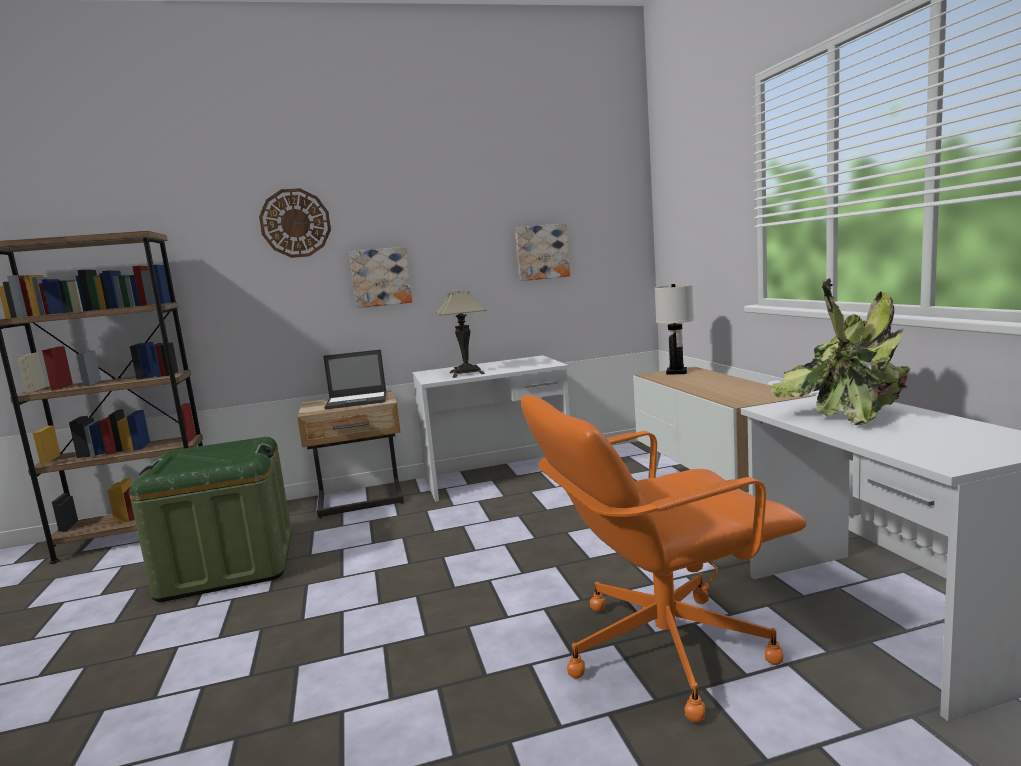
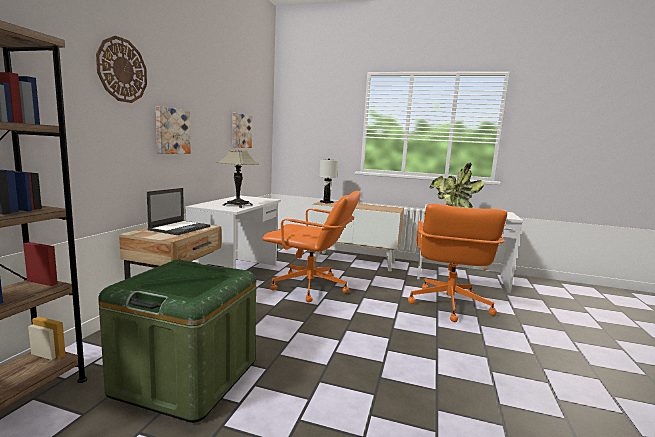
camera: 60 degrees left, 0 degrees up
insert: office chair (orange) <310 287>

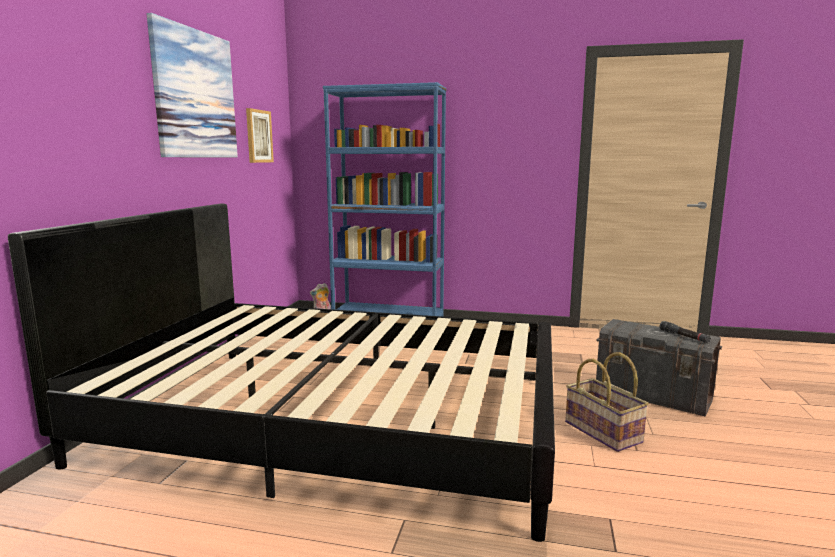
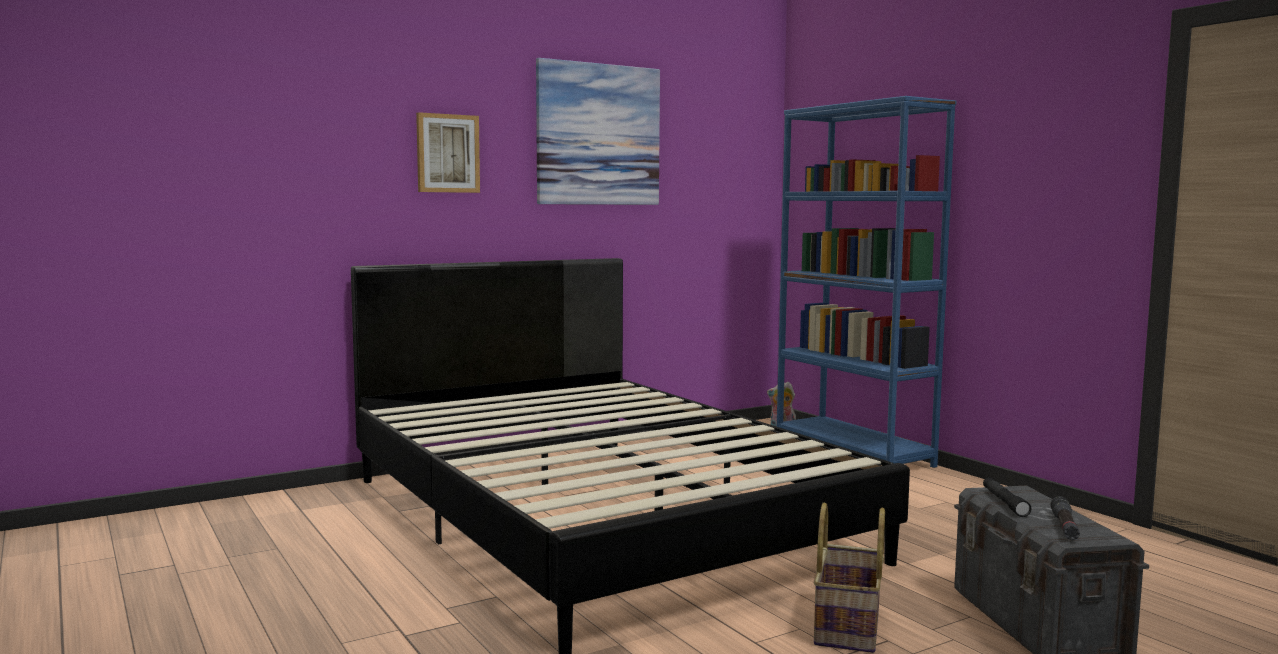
camera: 45 degrees right, 5 degrees down
insert: flashlight (black) <1004 503>
move: picture <258 136> to <447 153>

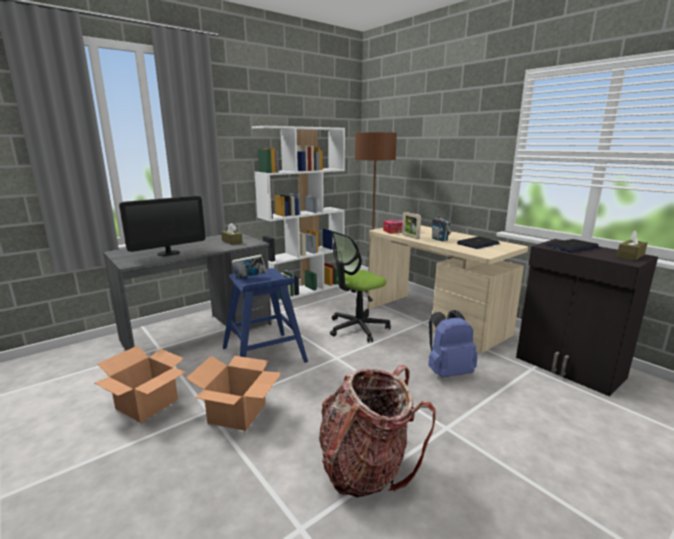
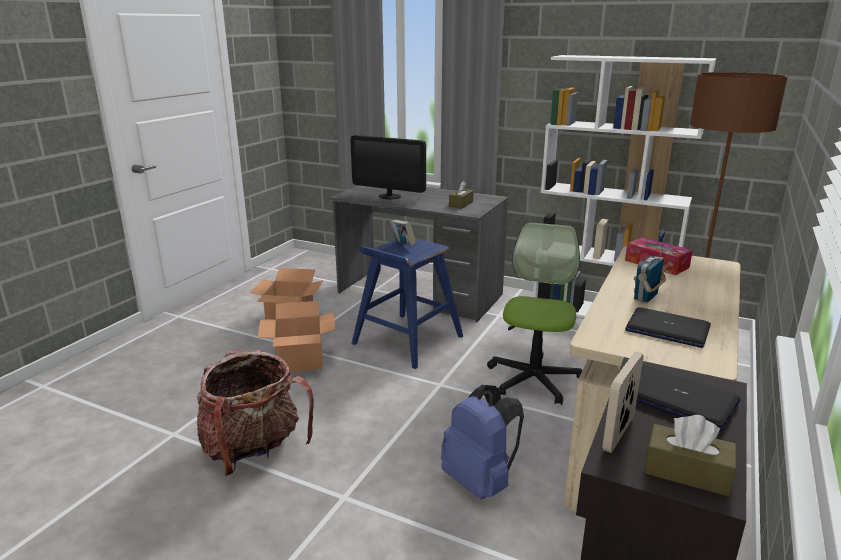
camera: 65 degrees right, 5 degrees up
move: picture frame <410 237> to <618 433>
rotate: office chair <357 328> = <534 379> 75 degrees clockwise

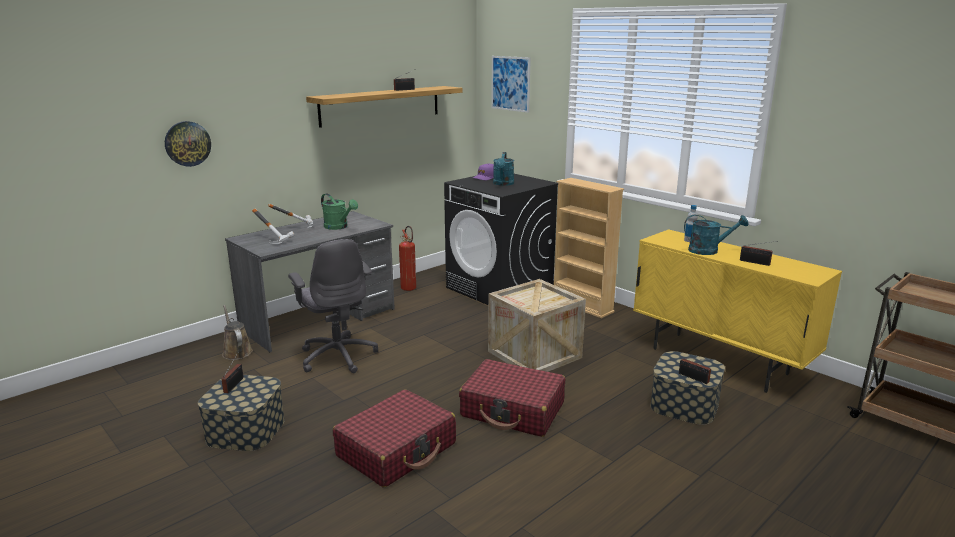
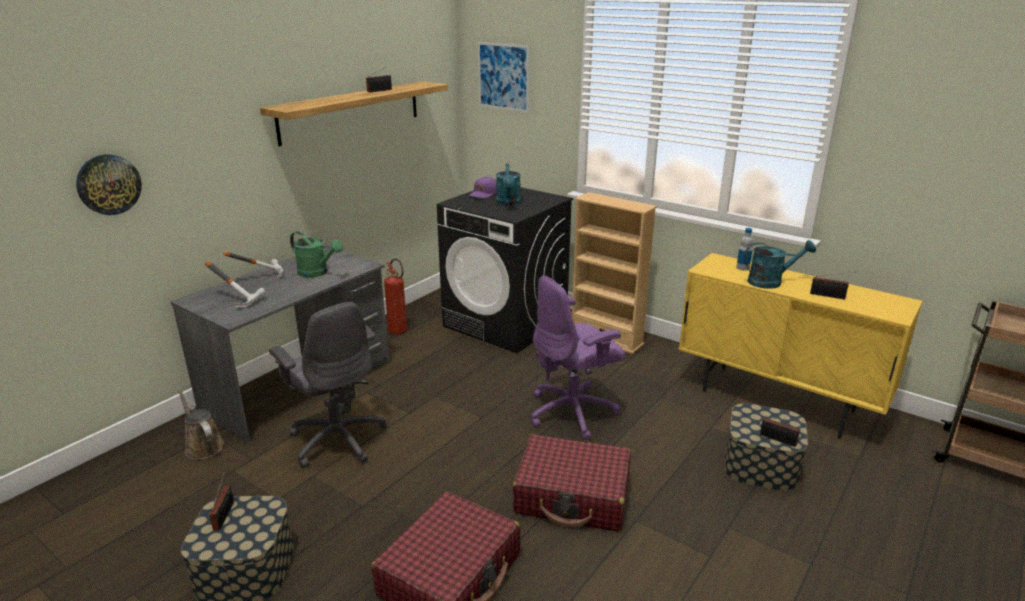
camera: 10 degrees left, 5 degrees up
replace: crate <534 354> to office chair (purple) <573 412>

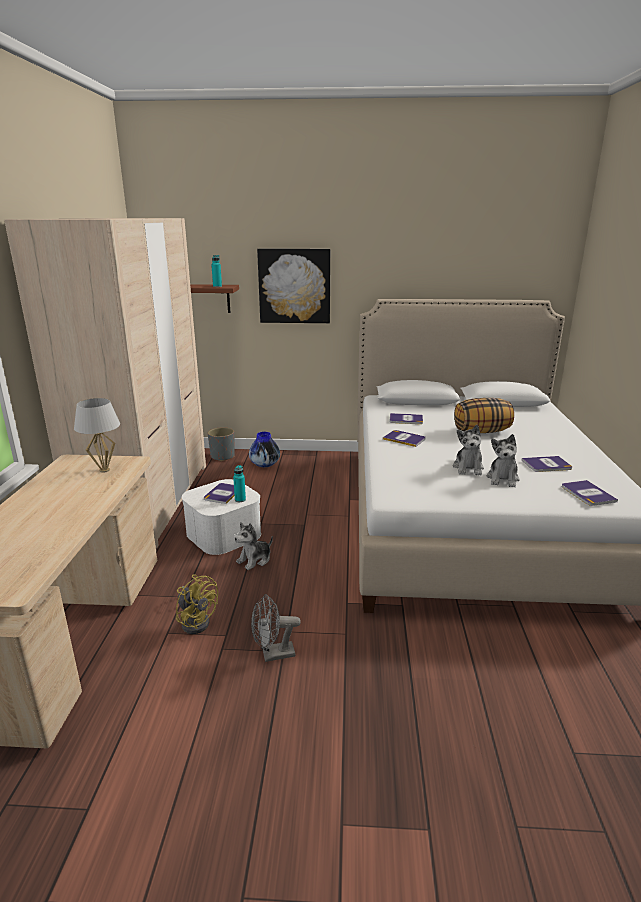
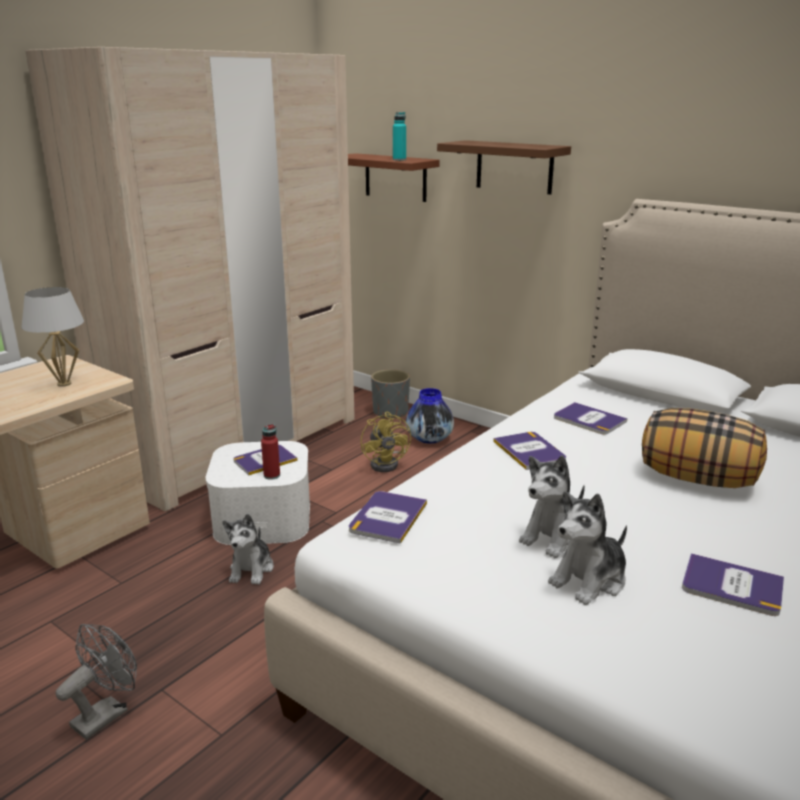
camera: 35 degrees right, 0 degrees up
move: book <587 493> to <388 517>; fan (yellow) <196 621> to <388 463>
replace: picture <294 286> to shelf (brown) <514 167>
recolor: bottle (turquoise) <240 500> to bottle (red) <272 475>
rotate: fan (grey) <273 655> = <106 713> 105 degrees clockwise; plush toy <255 560> = <251 569> 75 degrees counterclockwise

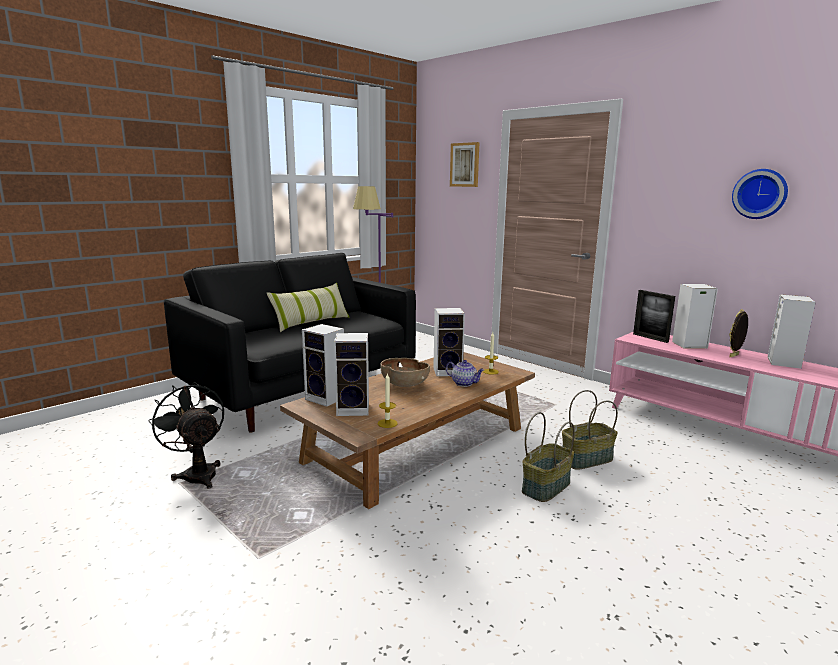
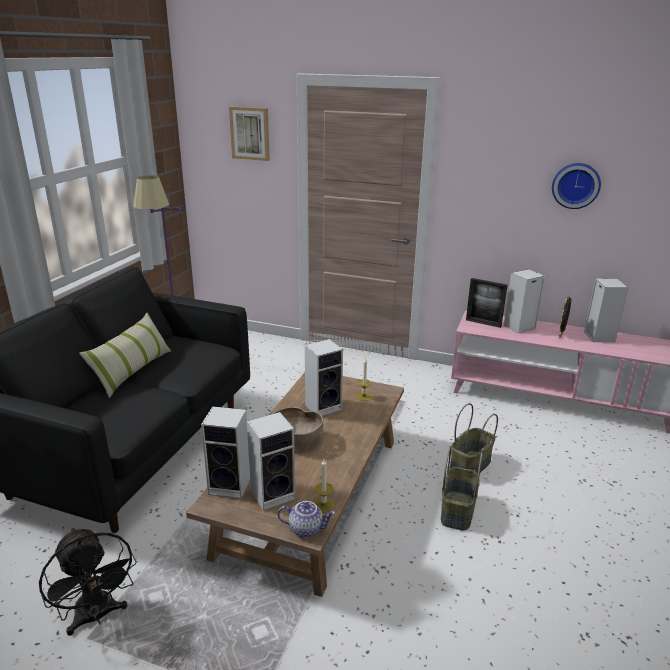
camera: 25 degrees left, 10 degrees up
move: teapot <464 383> to <306 529>
rotate: fan (black) <197 473> = <97 617> 150 degrees counterclockwise

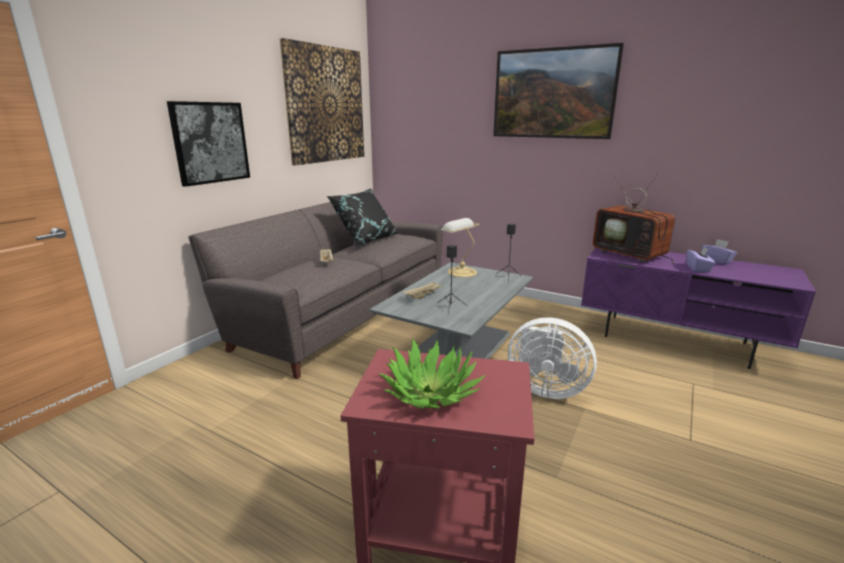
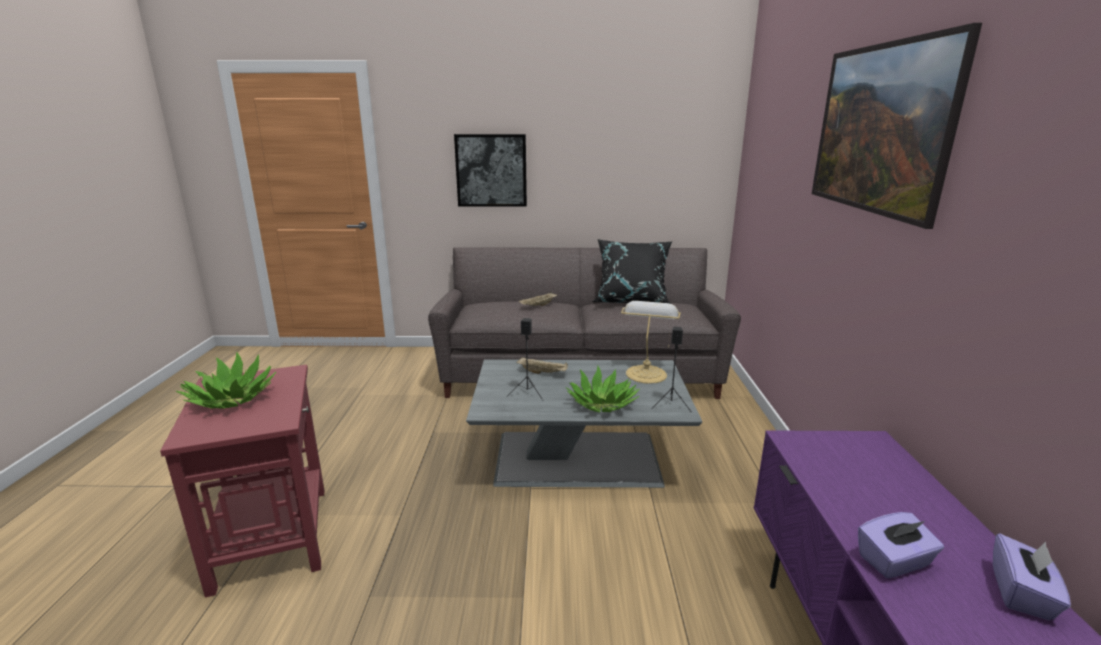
camera: 60 degrees right, 0 degrees up
delete: picture <326 105>; fan (white) <545 388>; television <631 254>
insert: potted plant <602 403>

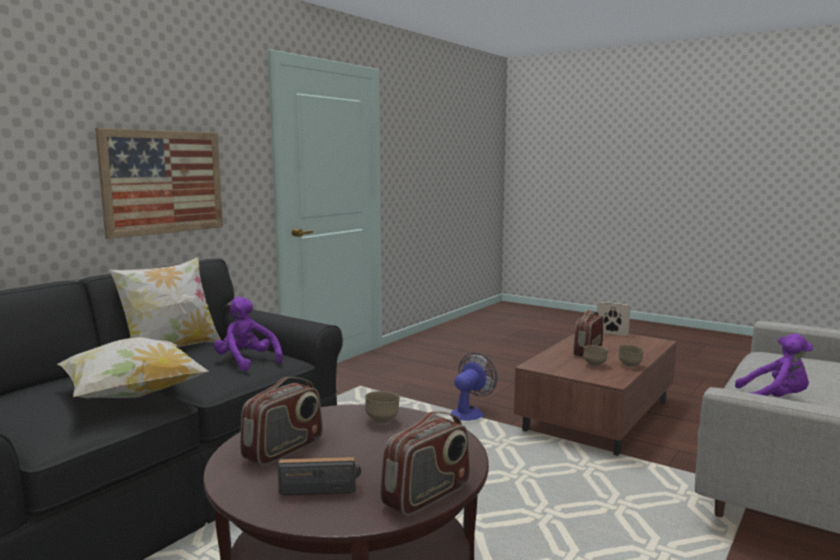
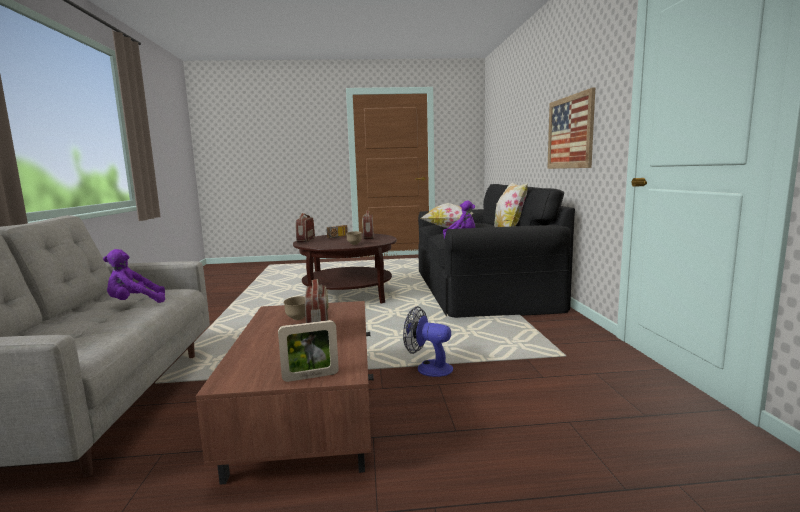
camera: 140 degrees right, 0 degrees up
delete: bowl (brown) <630 366>
rotate: fan <470 413> = <428 368> 120 degrees clockwise

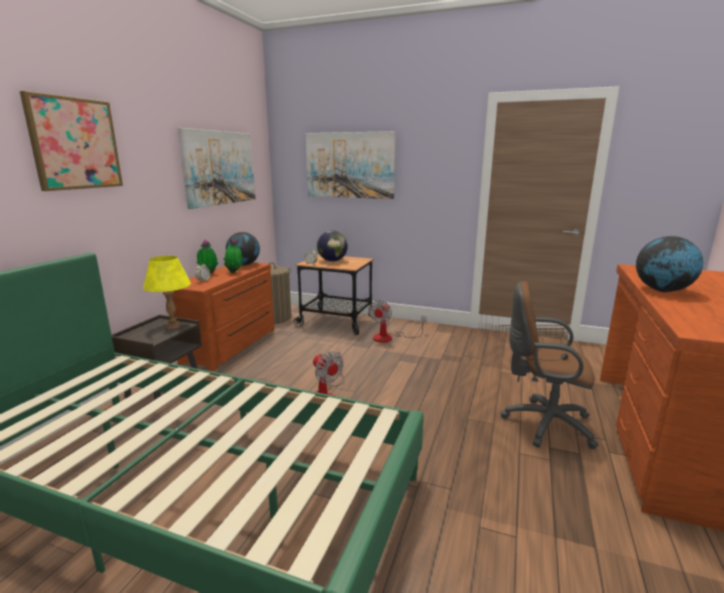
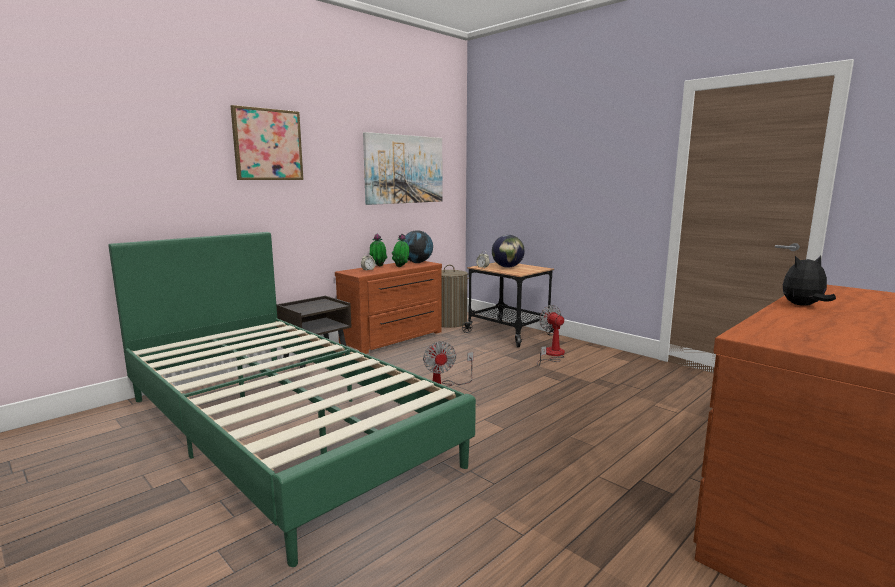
camera: 25 degrees right, 5 degrees down
delete: table lamp (yellow) <173 326>; picture <350 165>; office chair (brown) <543 423>
replace: globe <662 290> to plush toy <803 306>
rotate: fan <389 337> = <551 355> 105 degrees clockwise

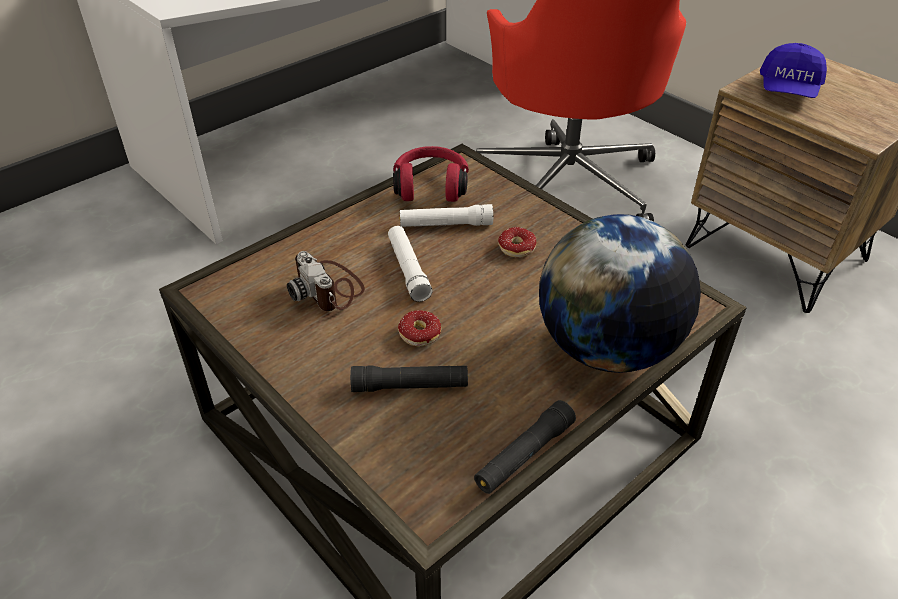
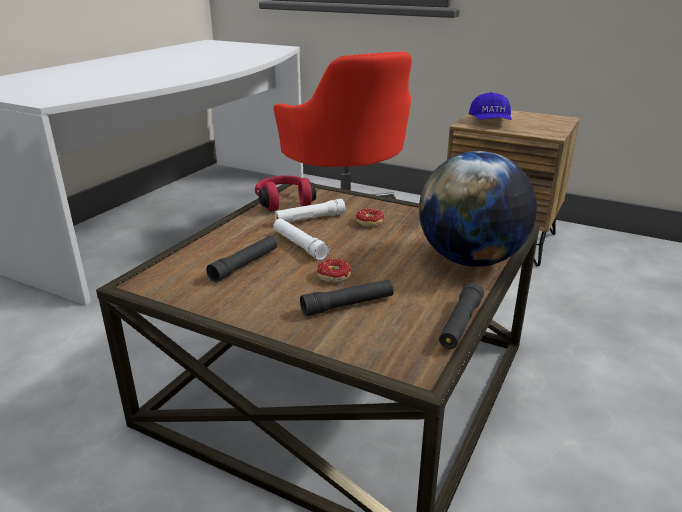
camera: 20 degrees left, 15 degrees down
replace: photo camera <329 289> to flashlight (black) <244 265>

